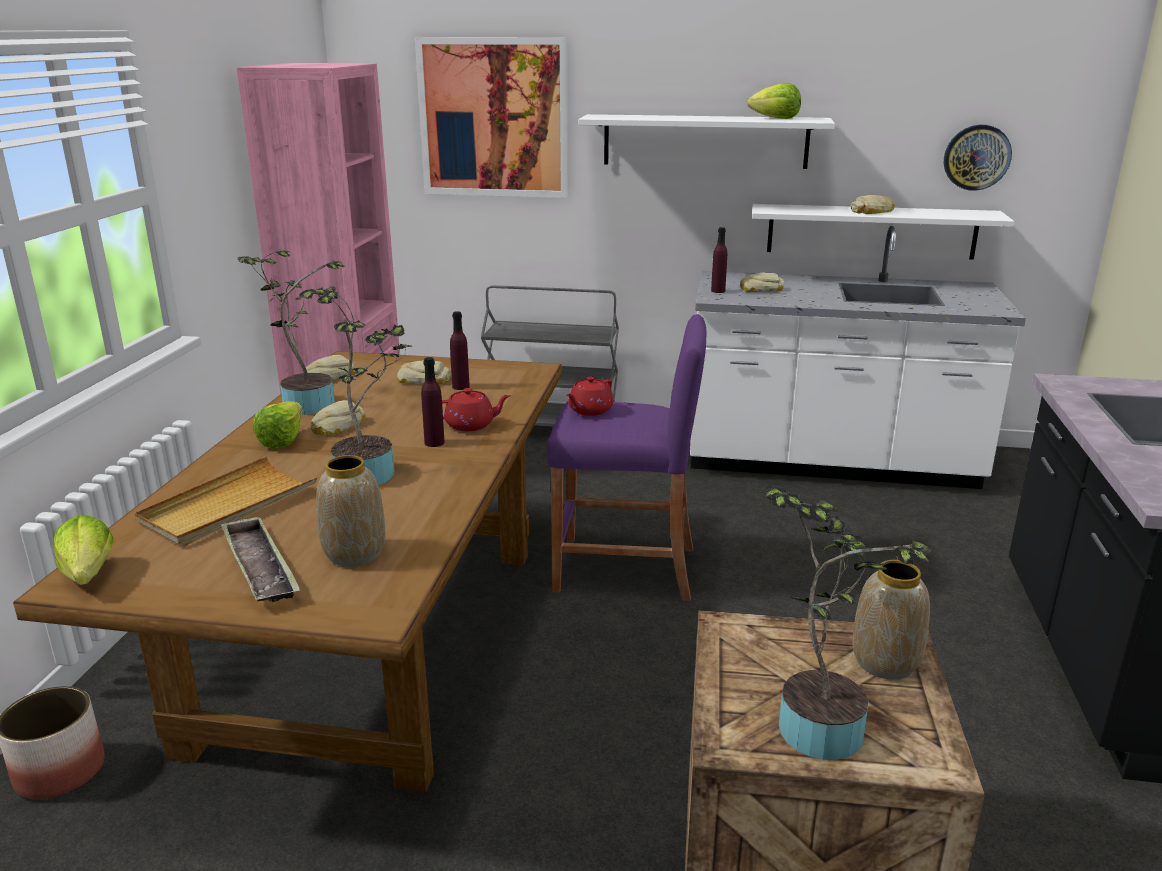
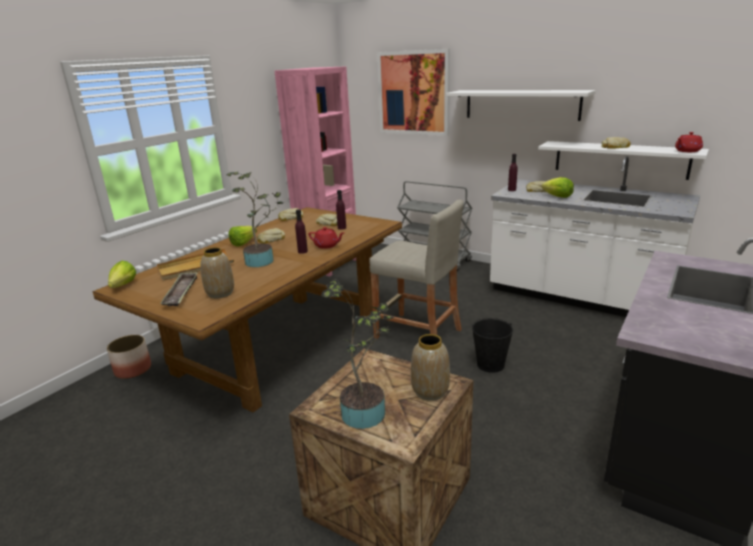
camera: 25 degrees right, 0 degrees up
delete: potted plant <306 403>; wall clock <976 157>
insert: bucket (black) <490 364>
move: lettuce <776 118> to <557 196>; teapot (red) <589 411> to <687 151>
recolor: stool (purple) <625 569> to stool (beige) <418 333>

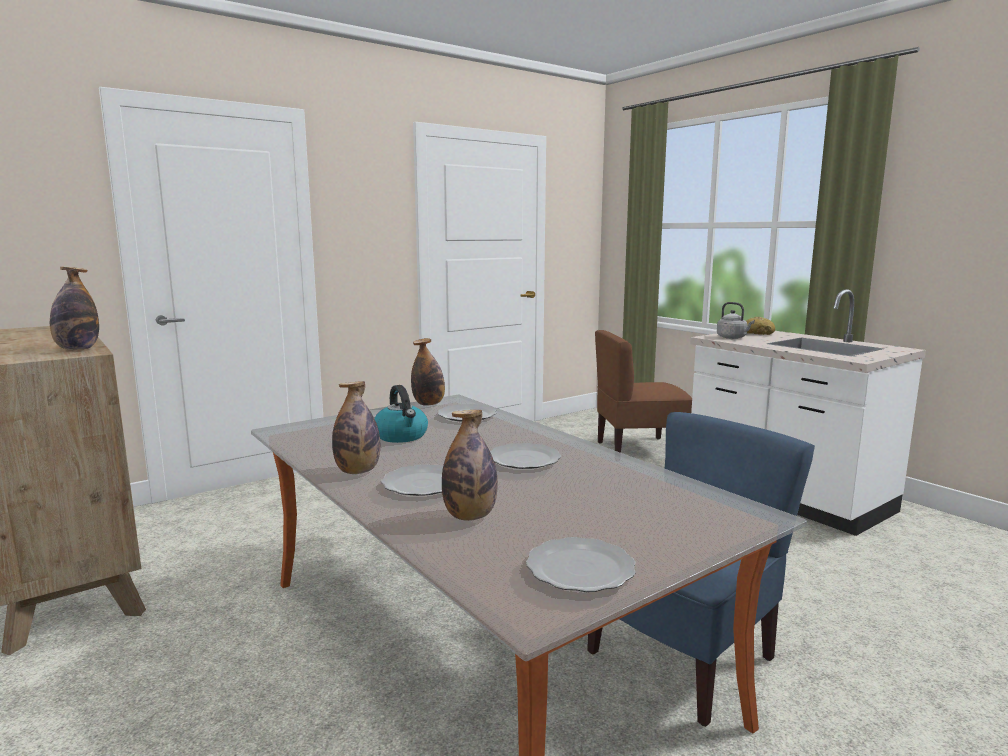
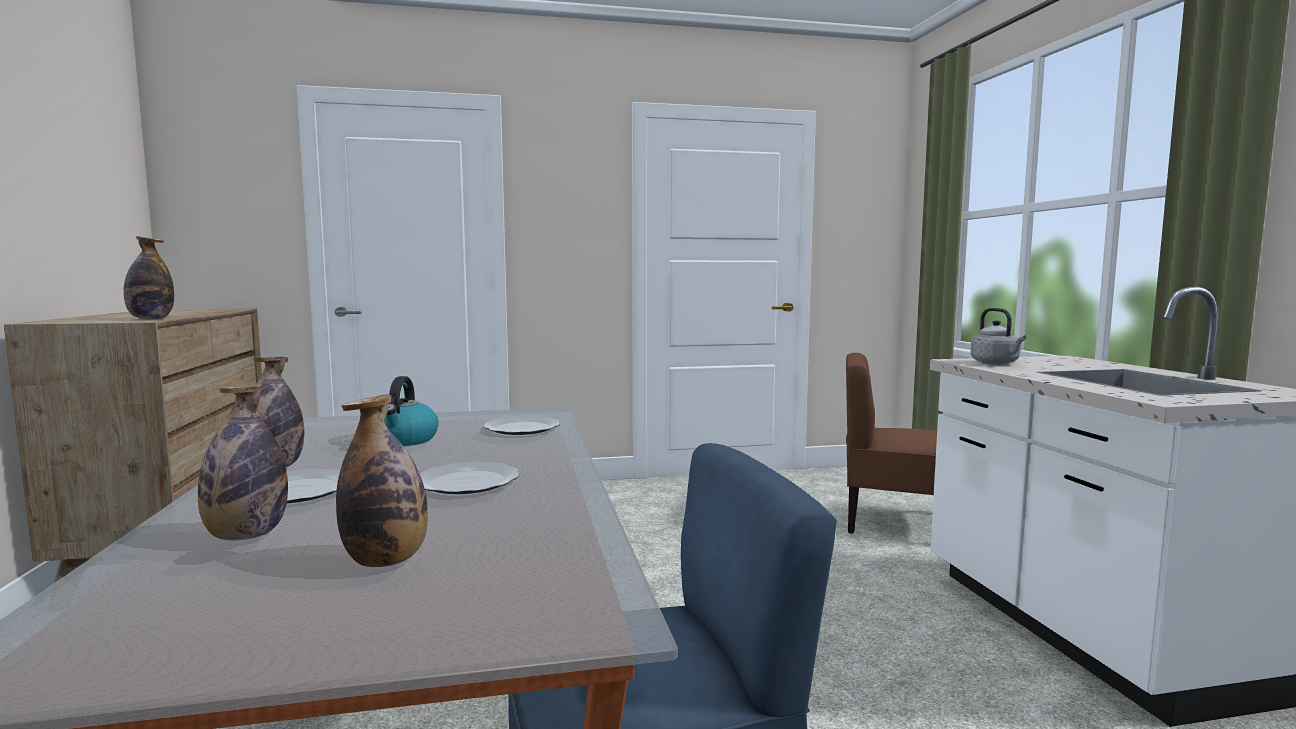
camera: 25 degrees right, 5 degrees down
delete: plate <581 569>; bread <758 333>
move: bottle <428 404> to <386 560>

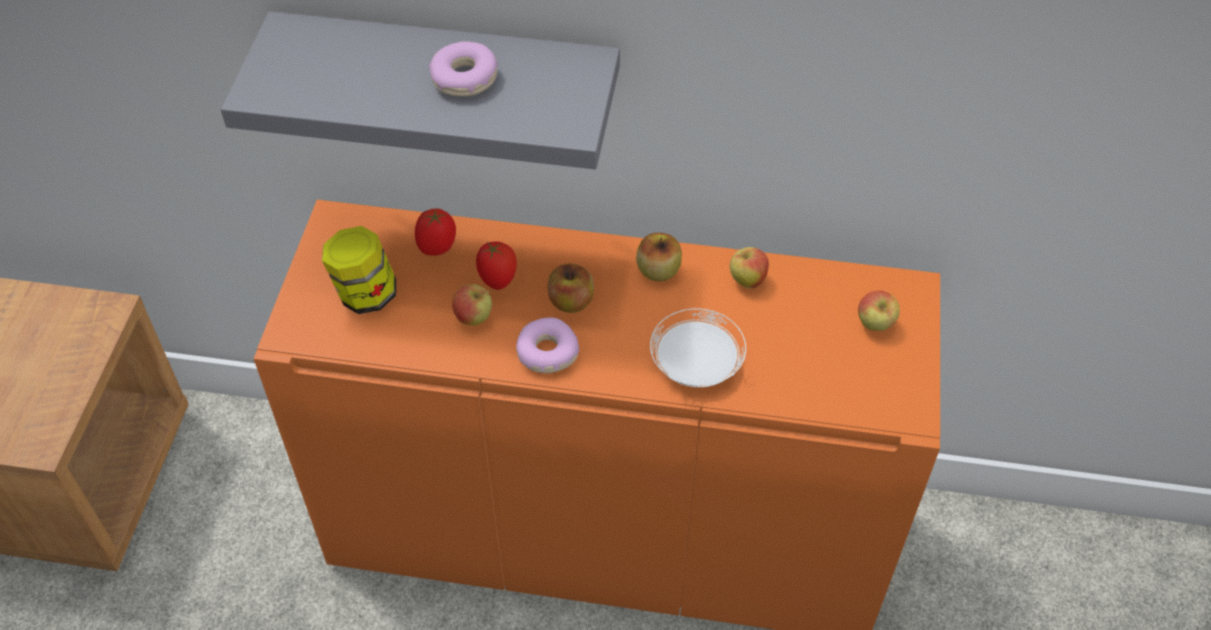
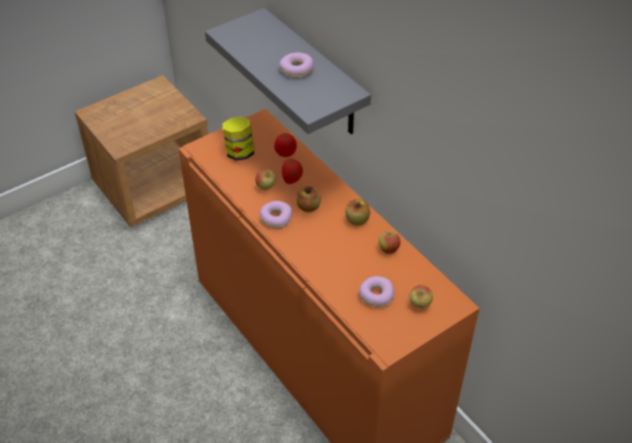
camera: 45 degrees right, 5 degrees down
delete: plate (white) <695 364>
insert: donut <376 295>

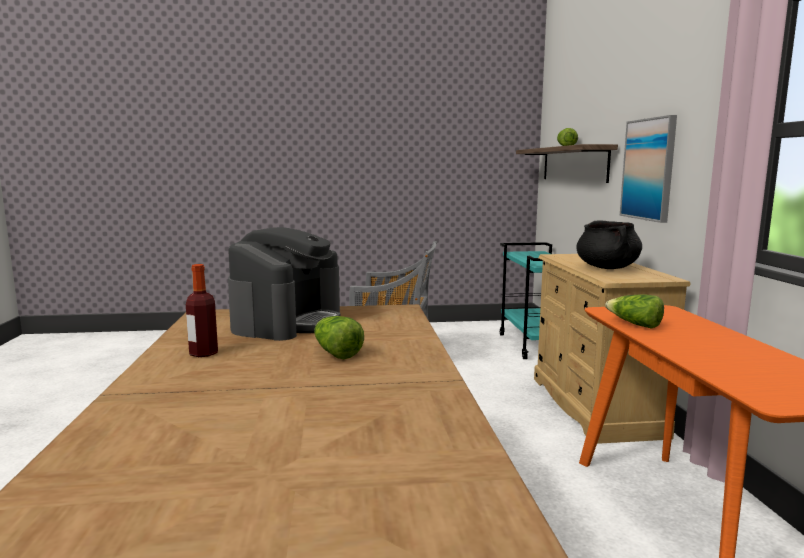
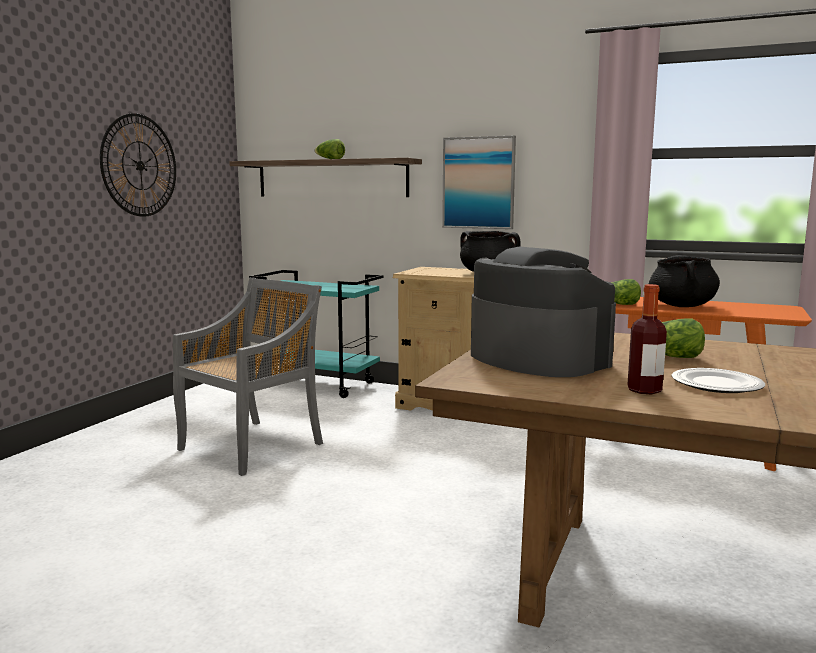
camera: 60 degrees left, 0 degrees up
insert: wall clock <140 165>; cooking pot (black) <682 306>; plate <716 384>

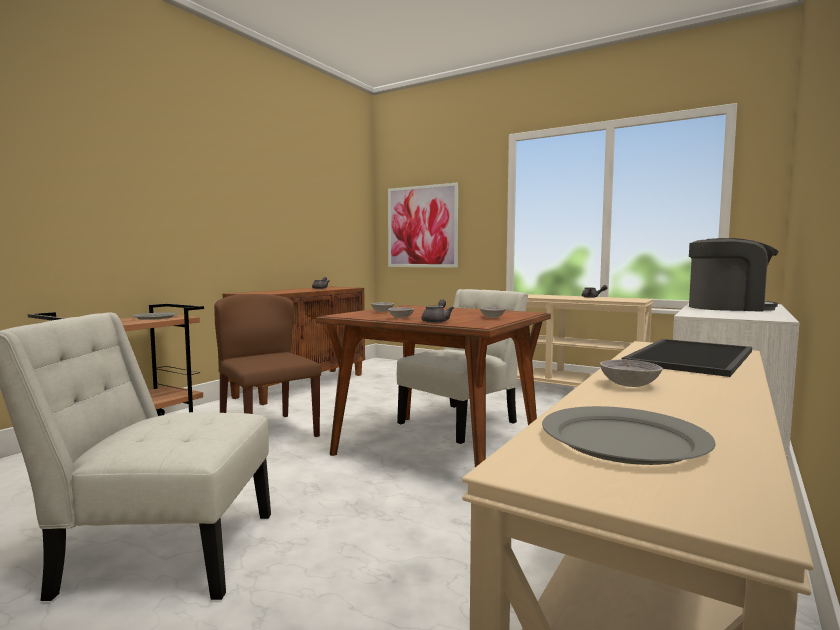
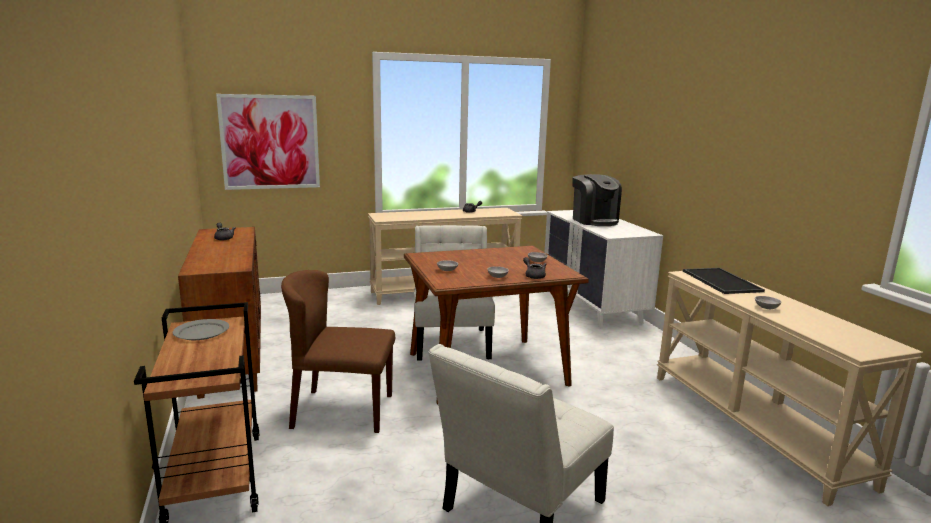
camera: 50 degrees left, 10 degrees up
delete: plate (grey) <621 440>
rotate: coffee machine <728 308> = <594 220> 105 degrees clockwise

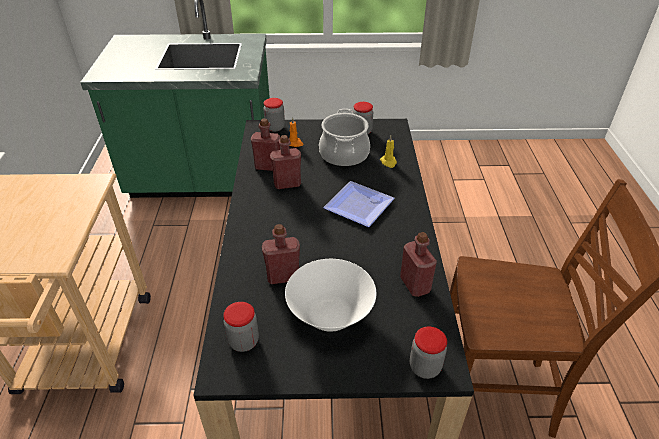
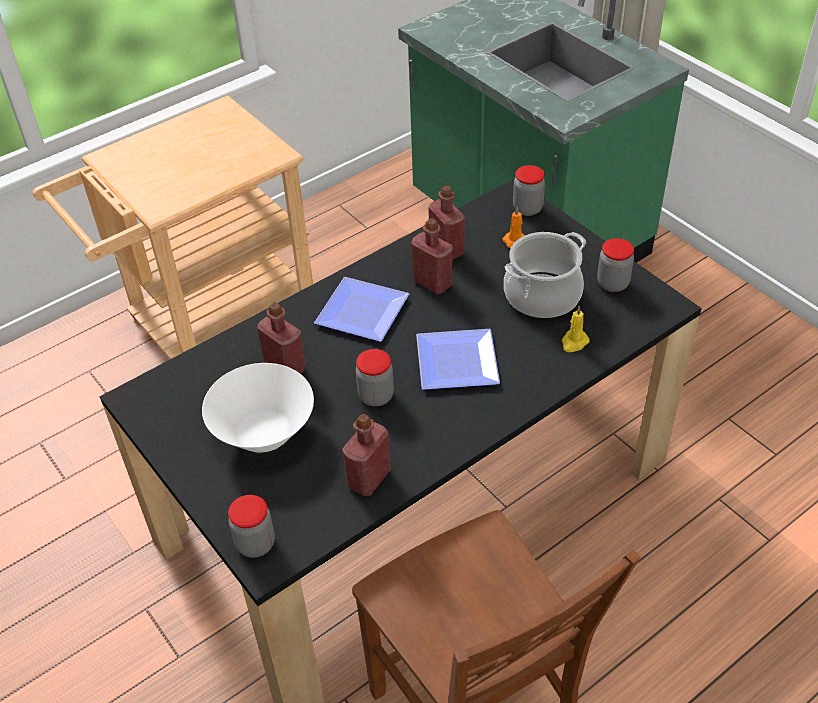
camera: 55 degrees right, 5 degrees up
insert: plate <361 310>
move: jar <243 341> to <376 396>

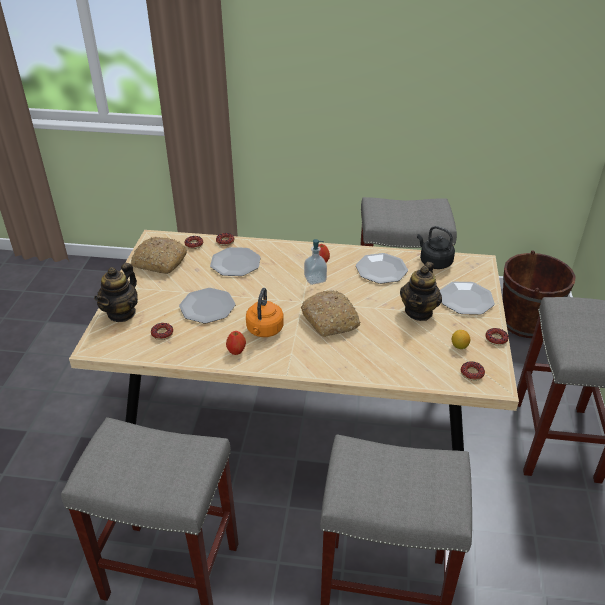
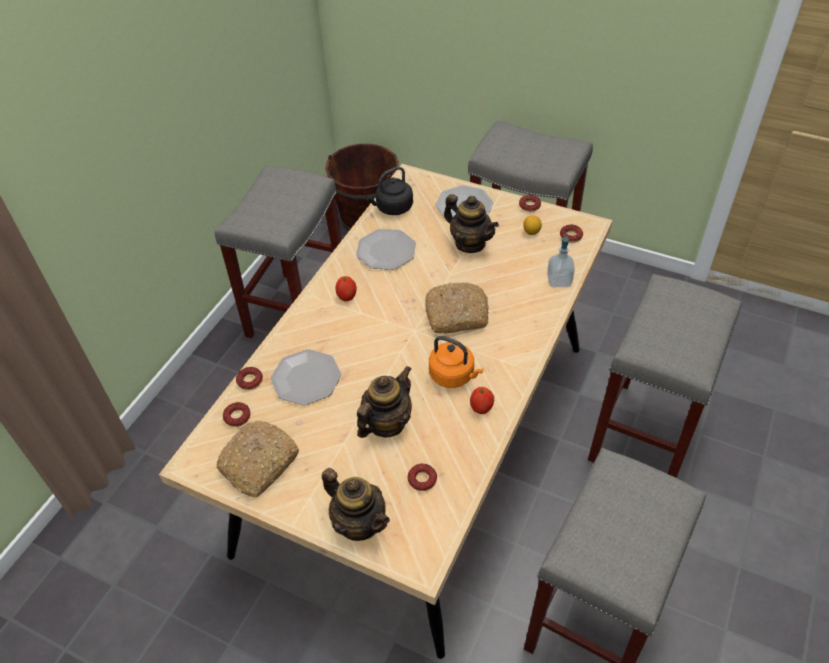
camera: 70 degrees left, 10 degrees up
move: soap dispenser <315 279> to <559 280>
replace: plate <207 307> to teapot <386 423>

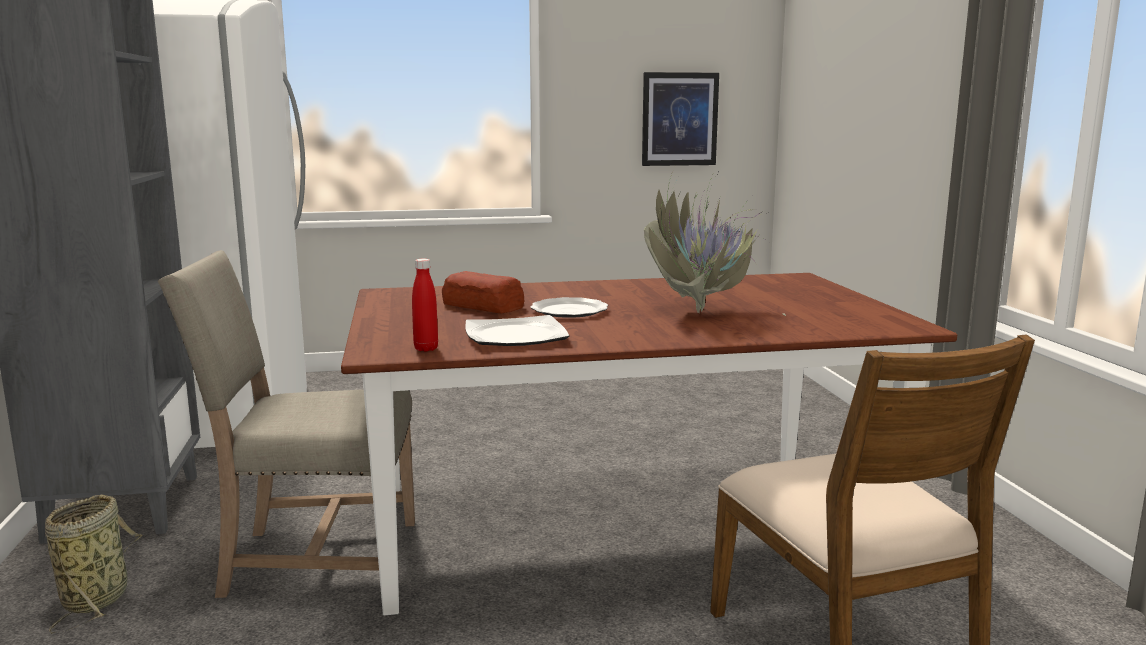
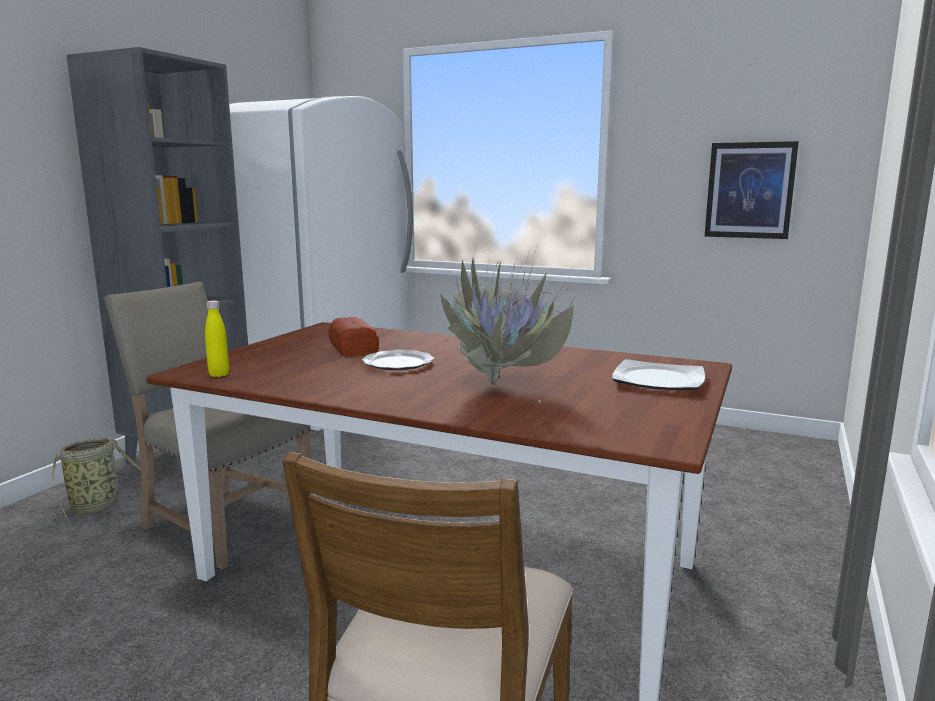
camera: 35 degrees right, 0 degrees up
move: plate <515 336> to <657 380>
recolor: bottle (red) <426 349> to bottle (yellow) <219 374>

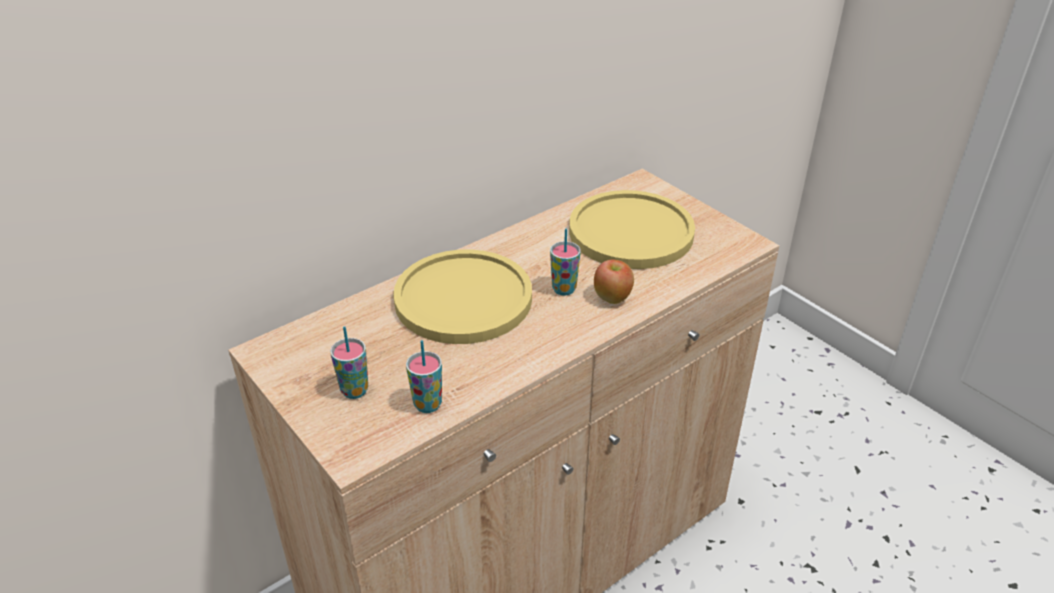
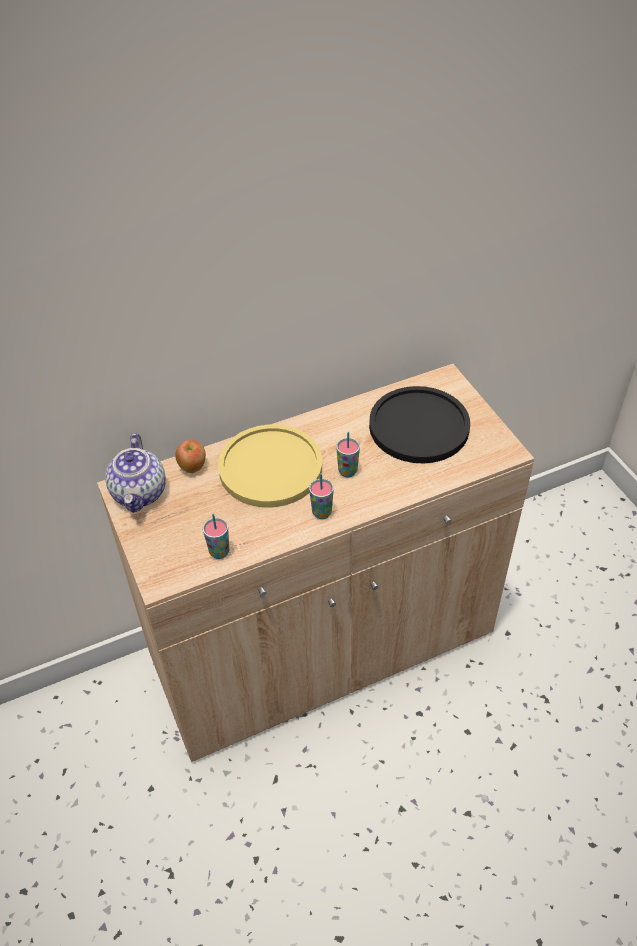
camera: 15 degrees right, 10 degrees up
insert: teapot <140 493>
move: apple <612 297> to <193 467>; cup <354 391> to <322 513>
recolor: plate (yellow) <631 232> to plate (black) <419 426>

